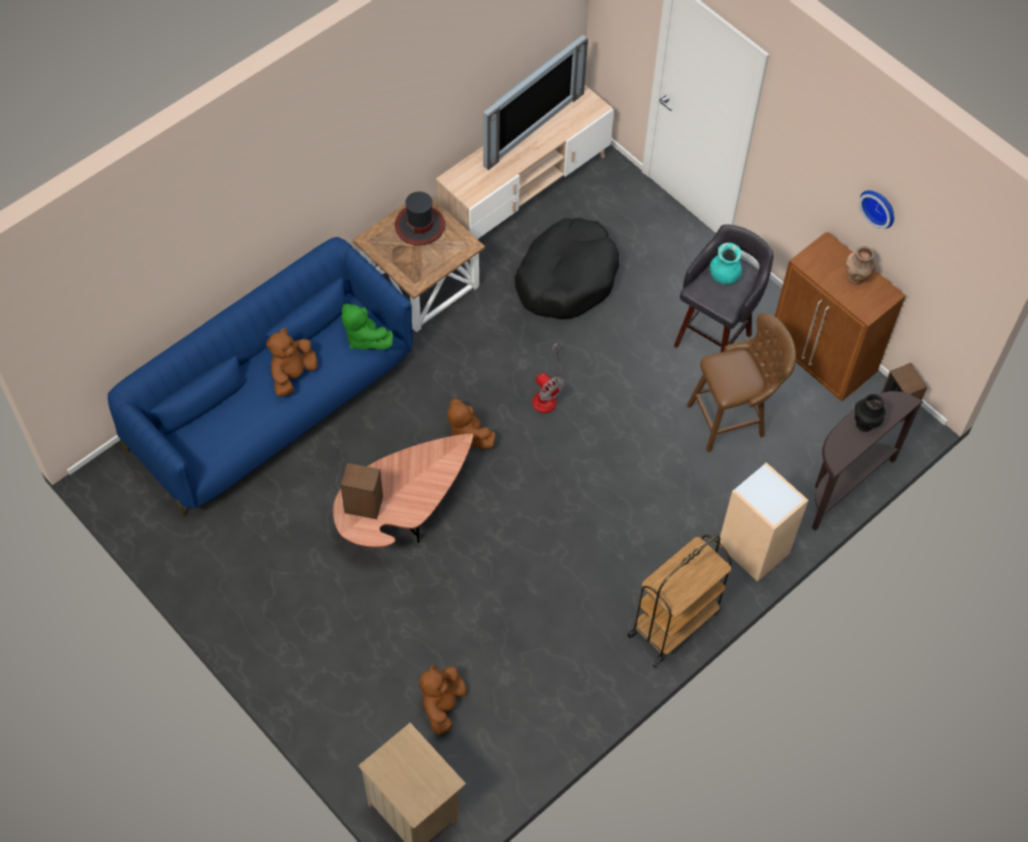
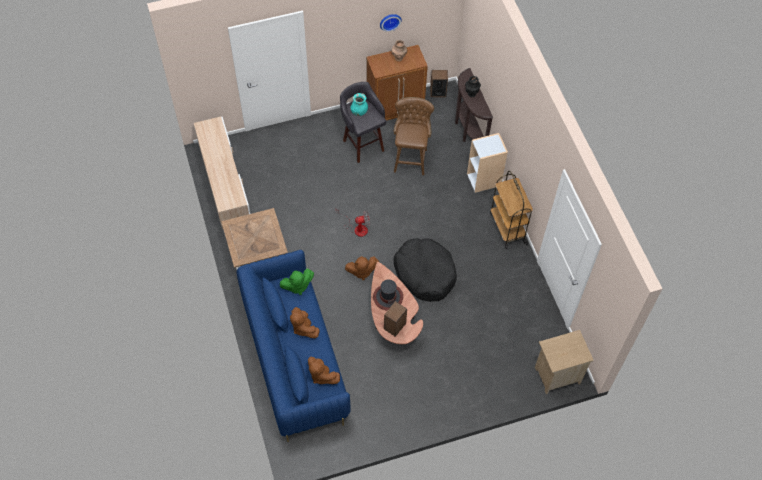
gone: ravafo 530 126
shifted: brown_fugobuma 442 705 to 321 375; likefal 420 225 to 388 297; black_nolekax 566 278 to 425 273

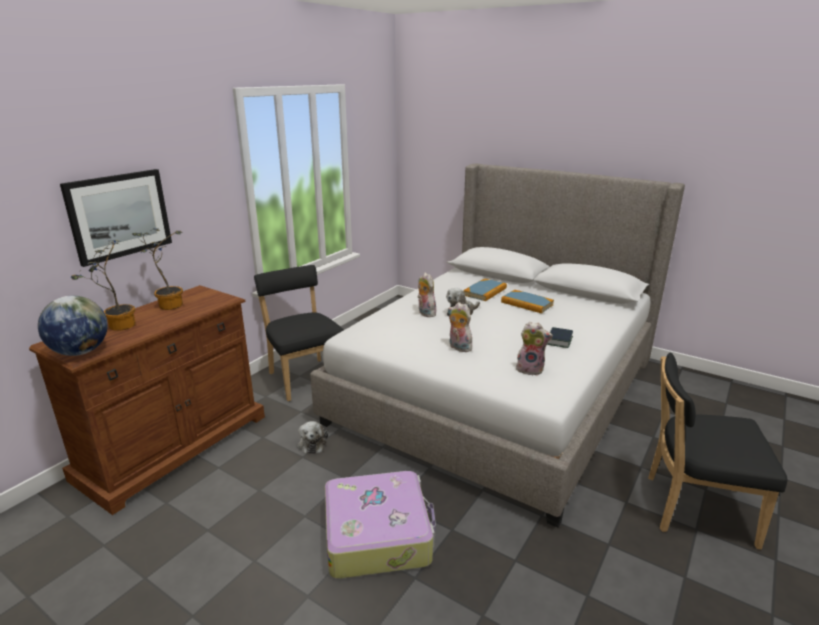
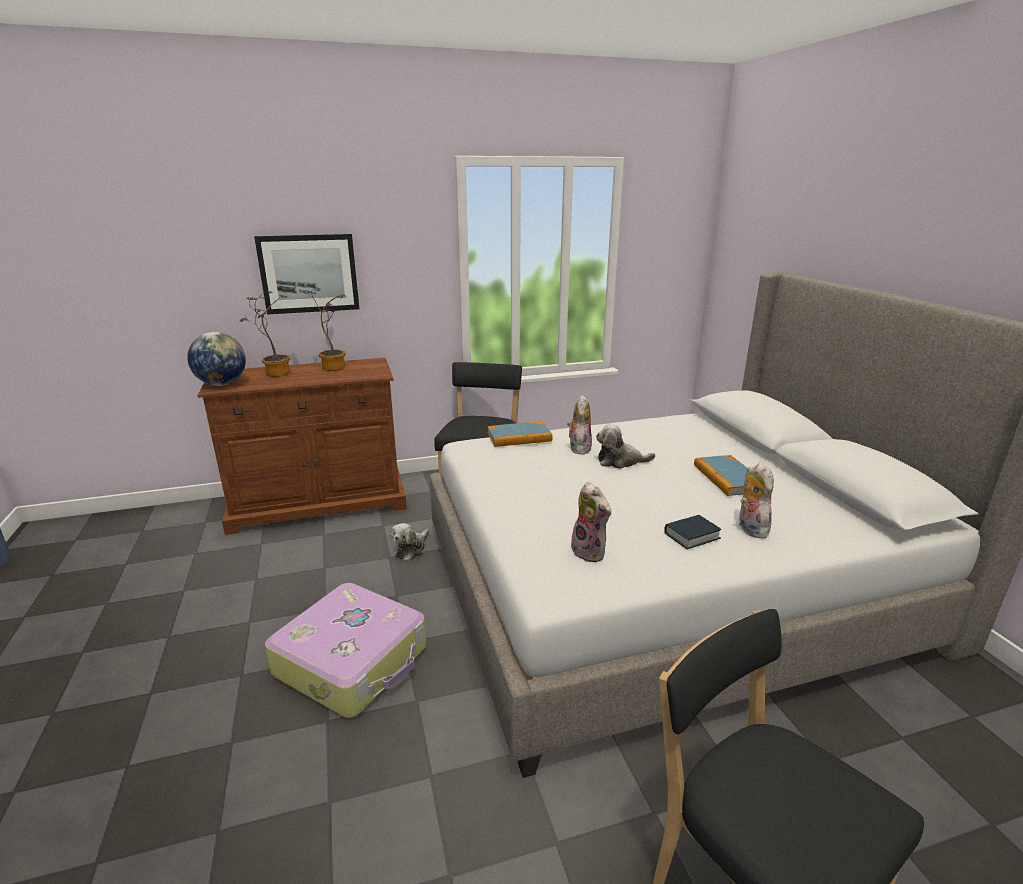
shifted: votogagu 485 292 to 519 437; fugobuma 458 347 to 749 528

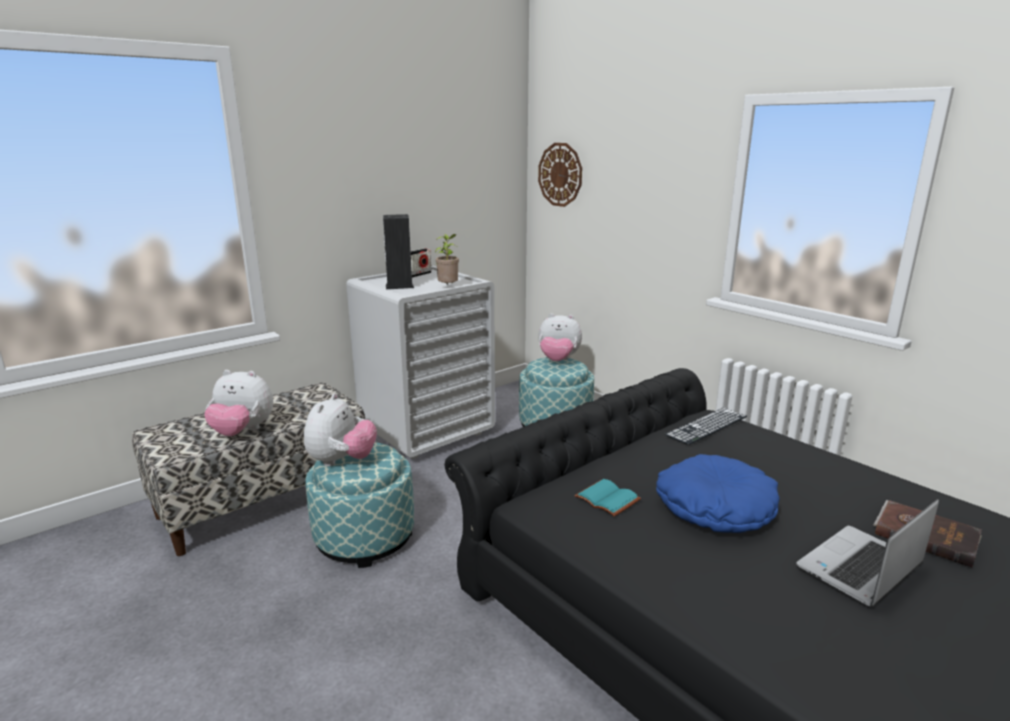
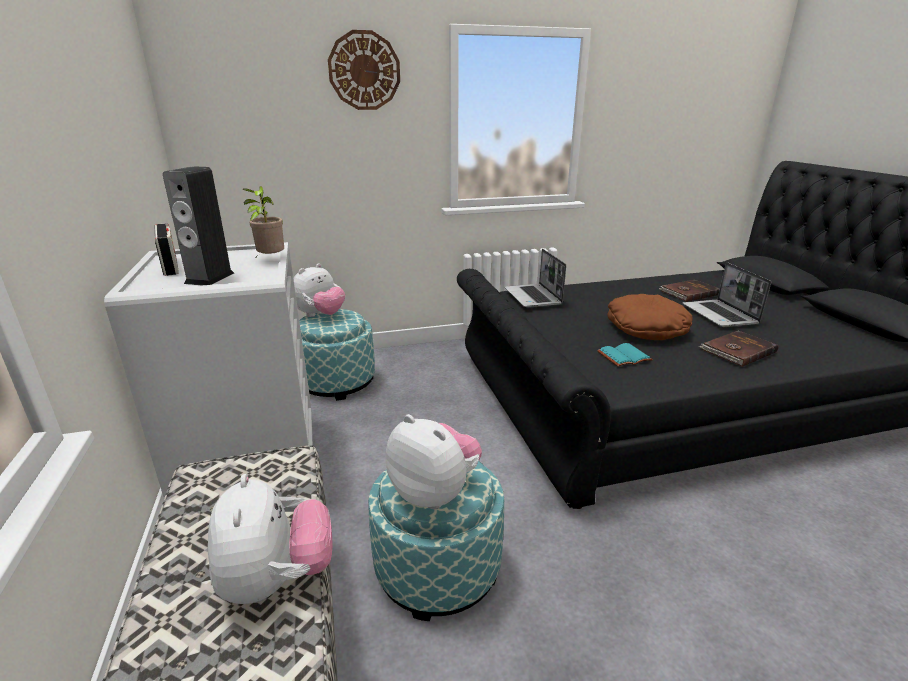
new: brown_votogagu 737 350
shifted: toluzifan 560 174 to 364 71
swapped: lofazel 707 425 to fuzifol 533 297
repainted: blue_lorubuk 716 509 to brown_lorubuk 647 329
rotated: fugobuma 242 432 = 277 580 45 degrees counterclockwise

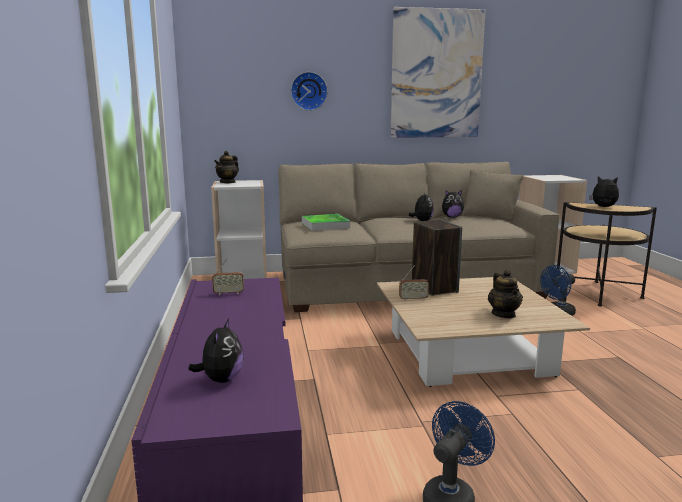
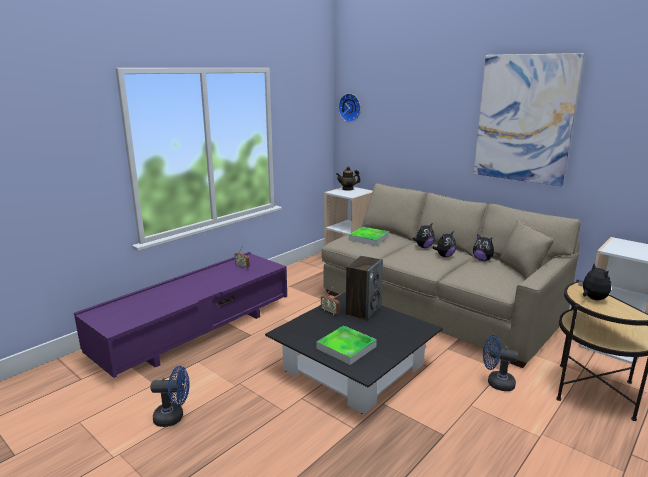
shifted: toluzifan 308 91 to 350 107; fugobuma 221 379 to 423 247
swapped: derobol 504 314 to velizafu 346 347
repainted: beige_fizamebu 468 352 to black_fizamebu 354 367

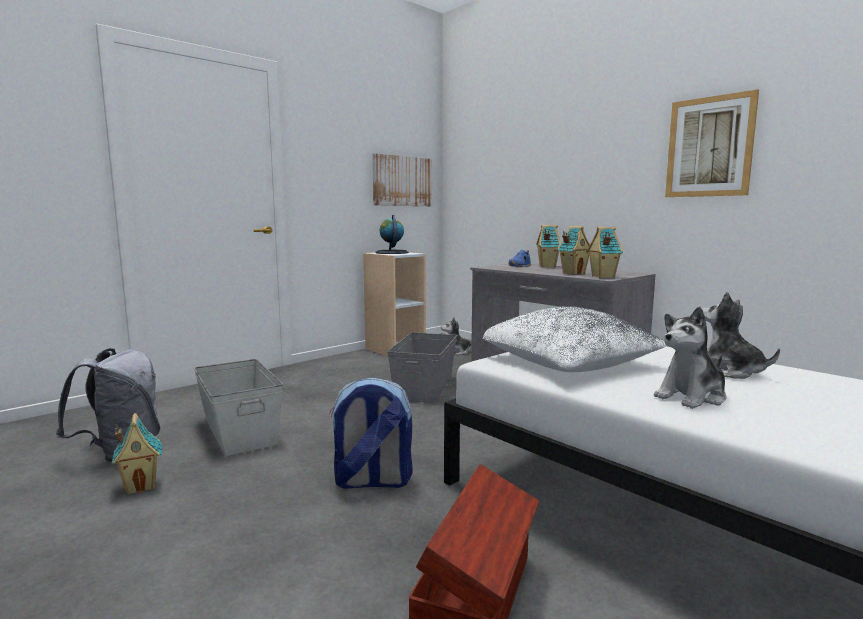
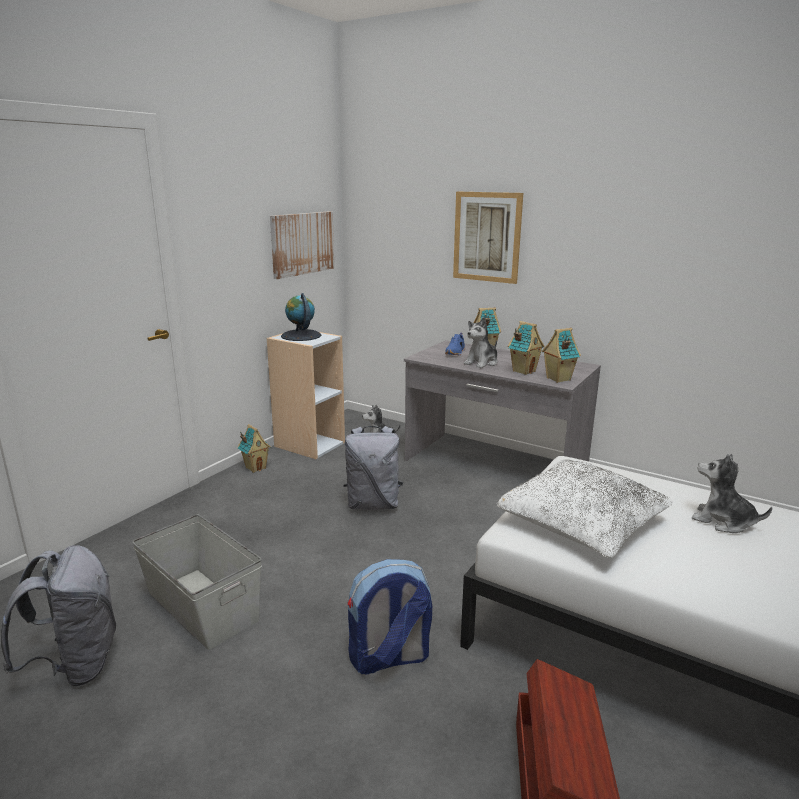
shifted: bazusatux 141 486 to 255 467; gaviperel 709 147 to 487 237; fugobuma 692 397 to 482 363
swapped: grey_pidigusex 425 387 to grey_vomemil 373 504

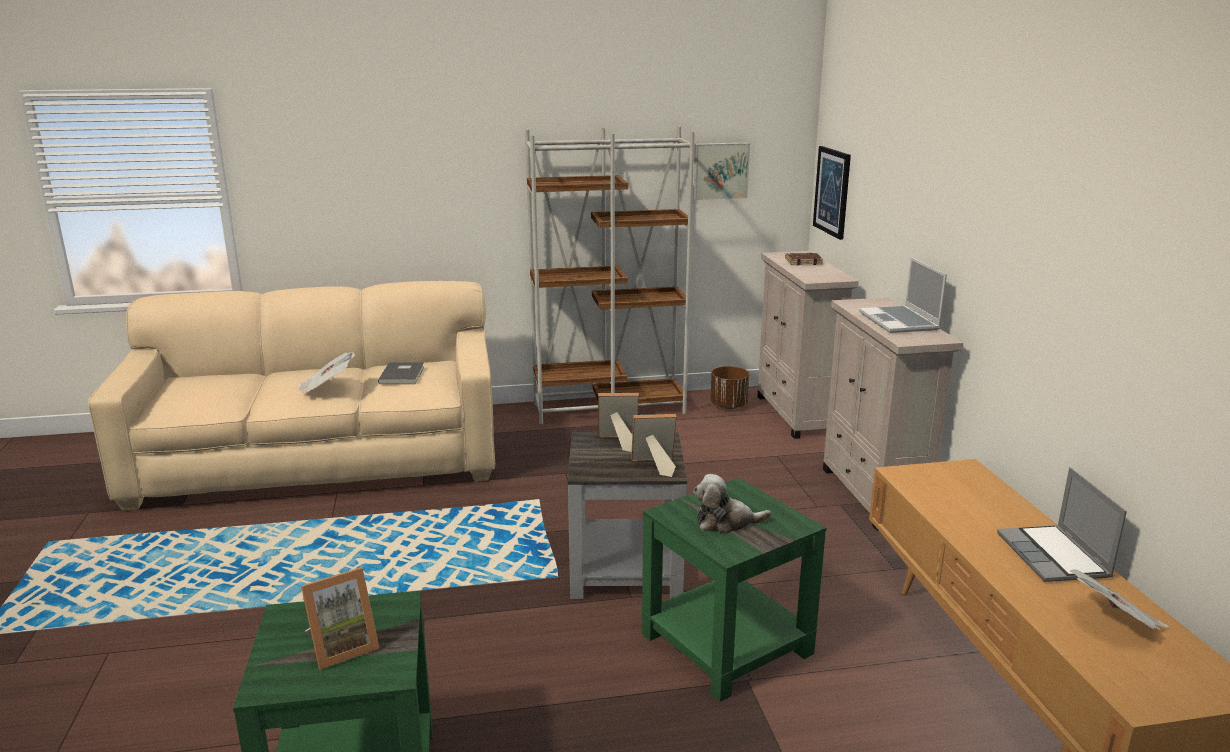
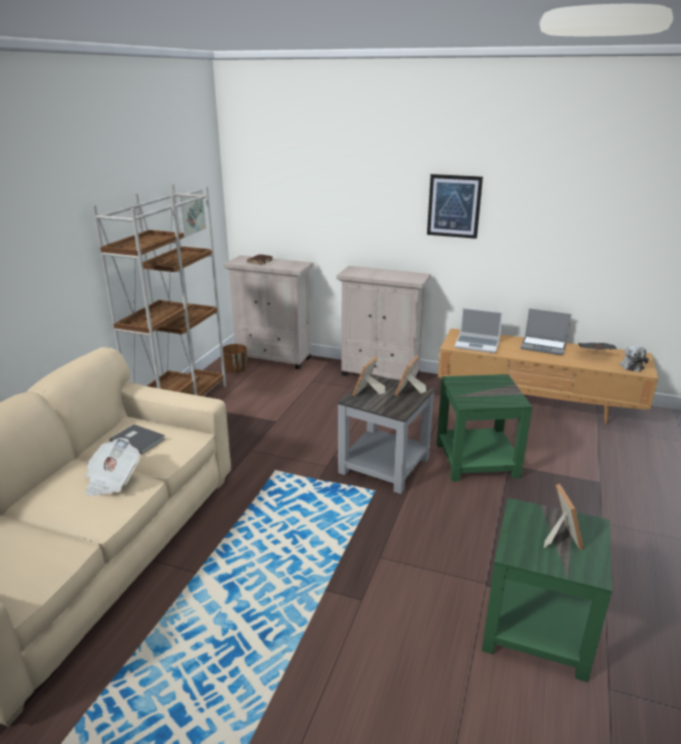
shifted: gaviperel 832 191 to 454 206; fuzifol 900 321 to 477 344; fugobuma 726 522 to 632 365

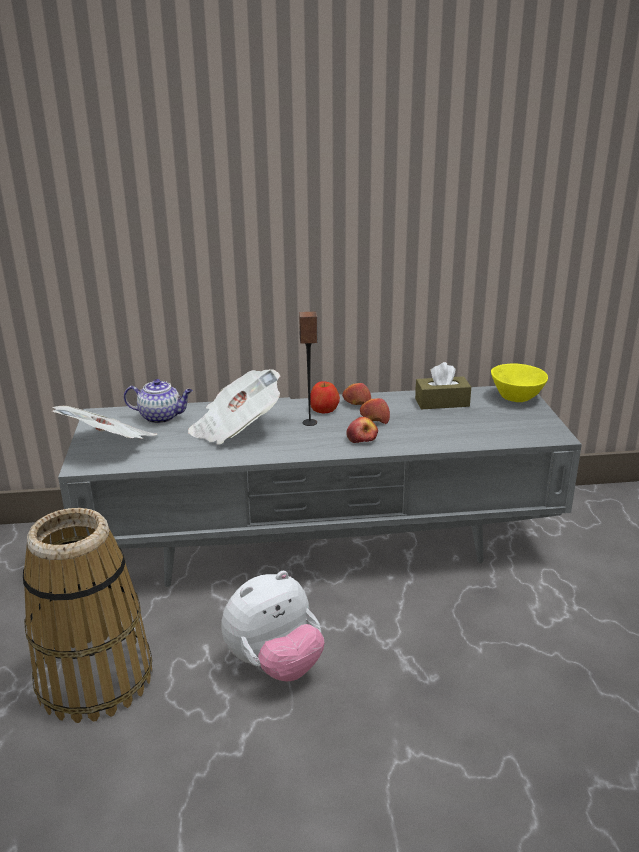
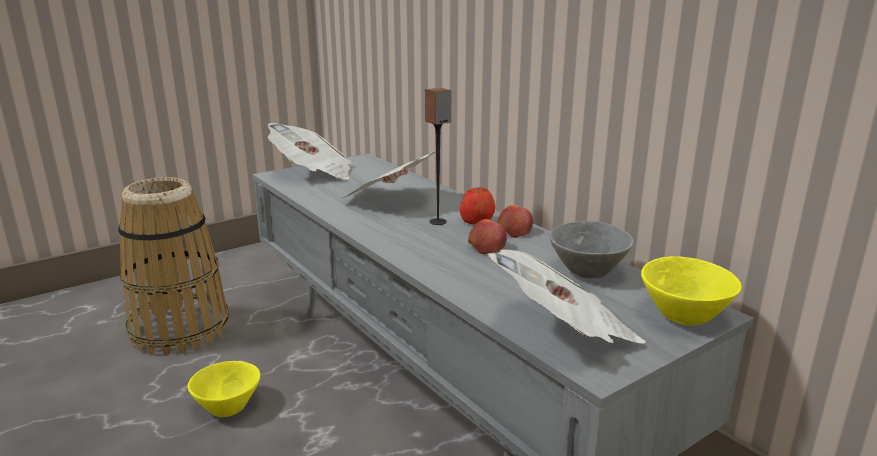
gone: derobol 161 417; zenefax 362 438
new: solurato 564 332
swapped: fugobuma 275 664 to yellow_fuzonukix 230 406; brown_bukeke 442 402 to grey_fuzonukix 585 271

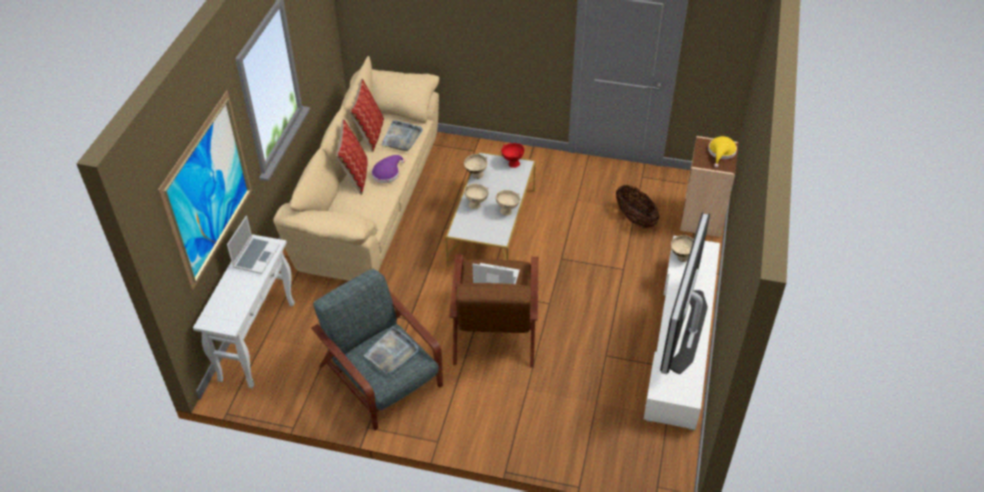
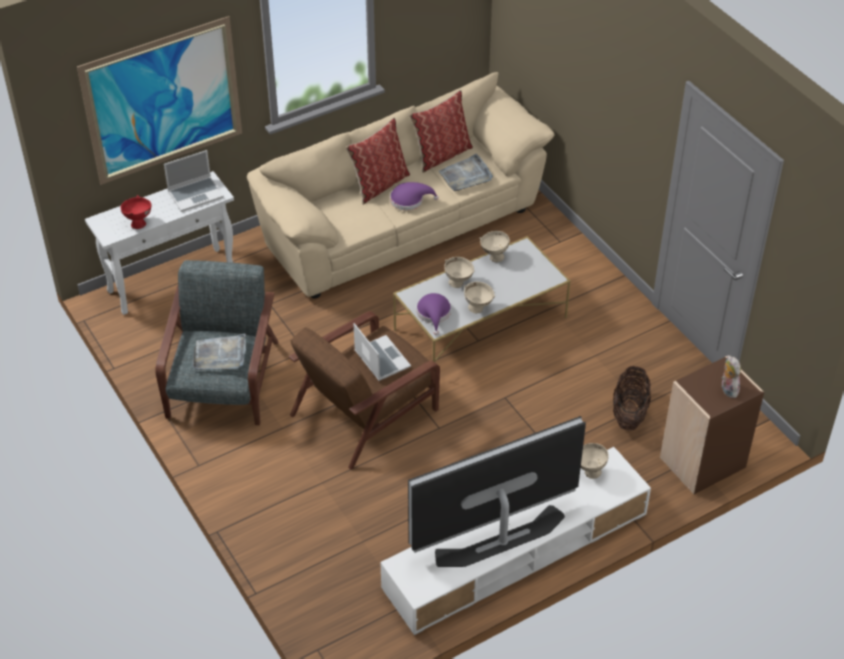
new: purple_likefal 434 314
shifted: red_fuzonukix 512 163 to 139 222
swapped: yellow_likefal 721 153 to fugobuma 727 389

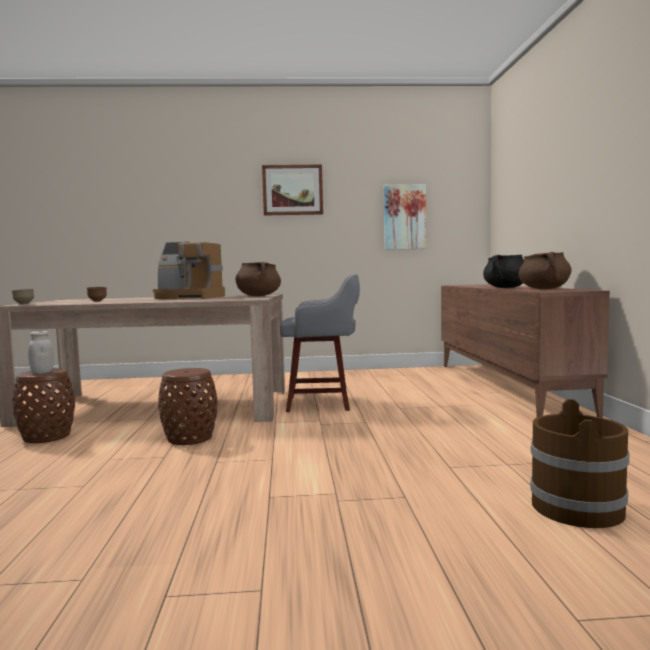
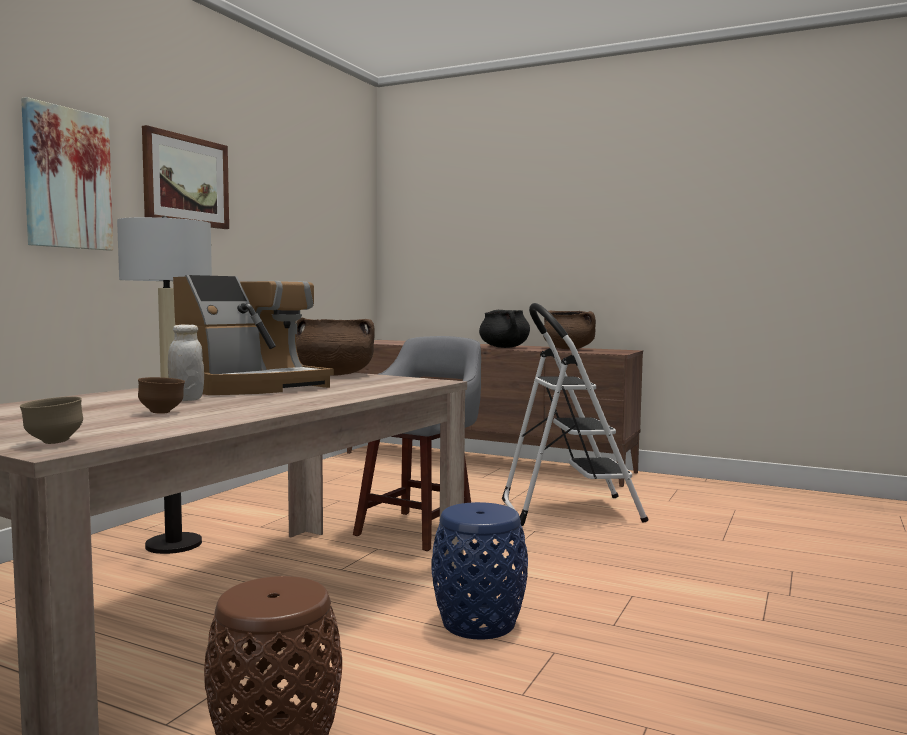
gone: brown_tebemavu 576 507
new: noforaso 174 544; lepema 566 510
shifted: gaviperel 404 217 to 67 179; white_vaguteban 42 372 to 186 399
repainted: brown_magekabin 189 438 to blue_magekabin 478 623

